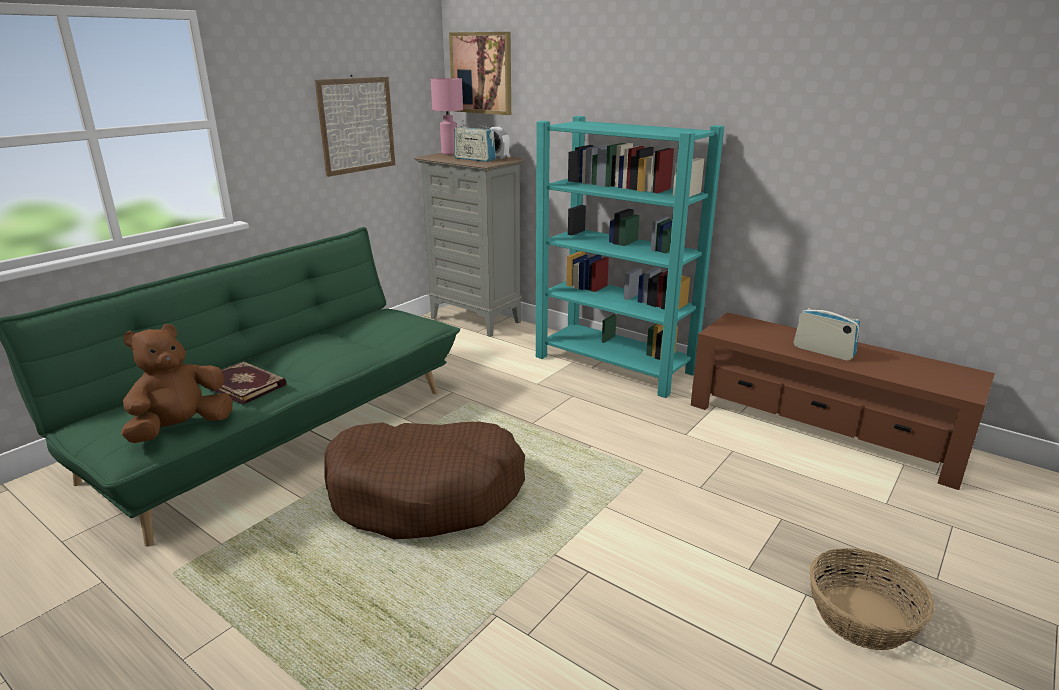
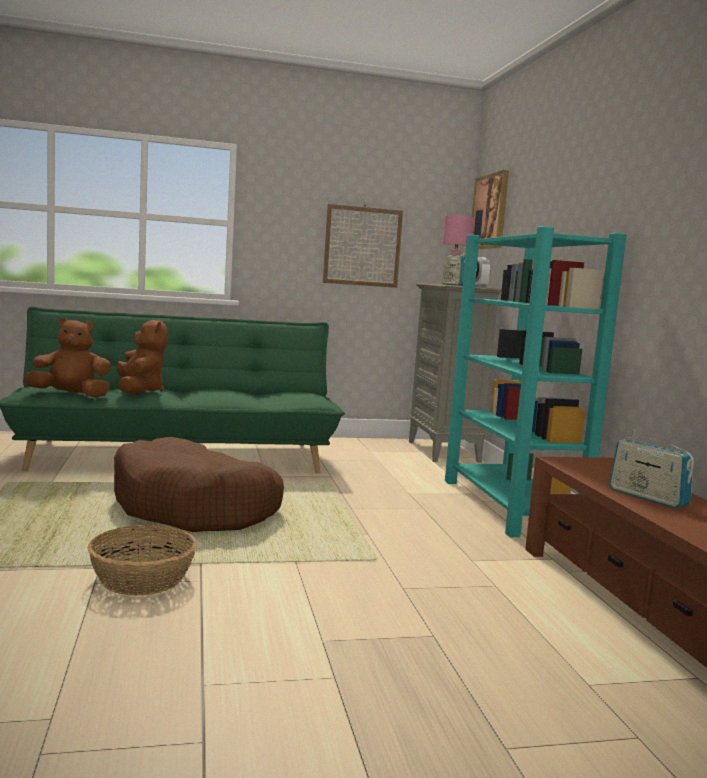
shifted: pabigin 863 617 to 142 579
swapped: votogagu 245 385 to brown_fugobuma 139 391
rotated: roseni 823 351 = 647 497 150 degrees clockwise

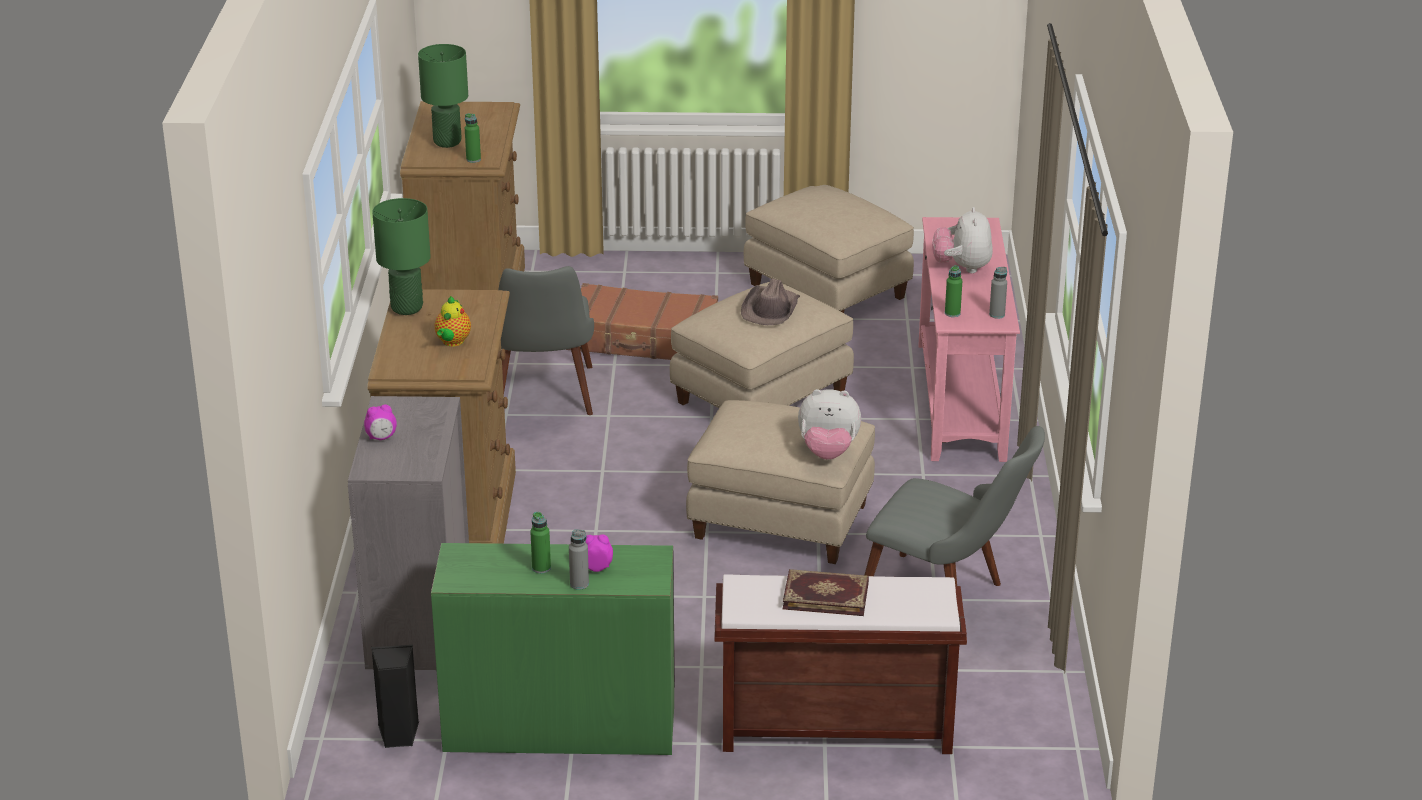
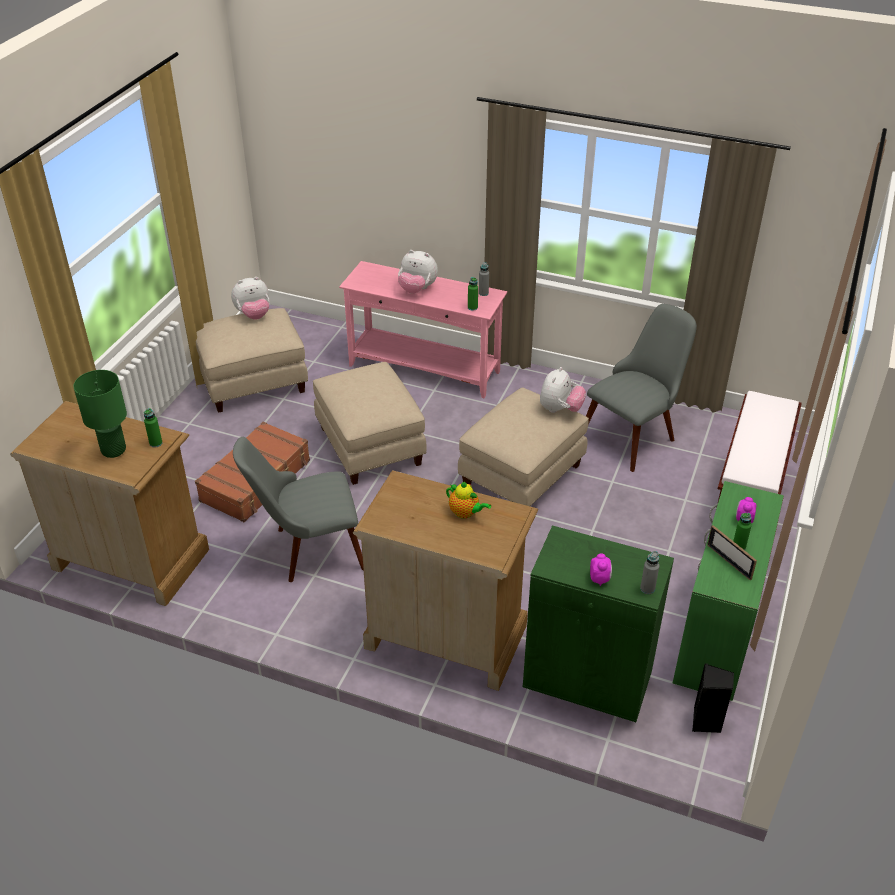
gone: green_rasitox 407 310; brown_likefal 770 309; votogagu 826 595
new: fugobuma 253 315; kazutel 729 562
shifted: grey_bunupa 579 584 to 647 589
repainted: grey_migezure 419 632 to green_migezure 584 685
rotated: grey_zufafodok 543 400 = 307 551 150 degrees clockwise

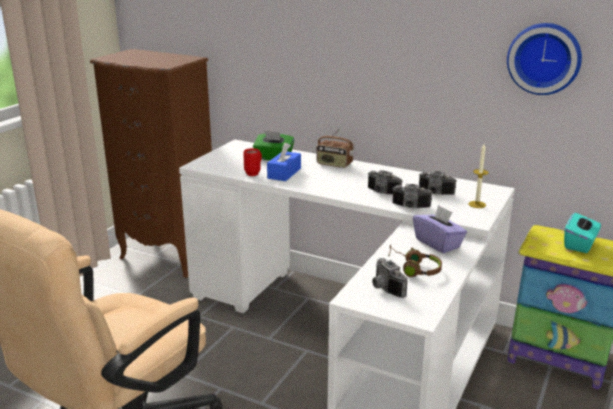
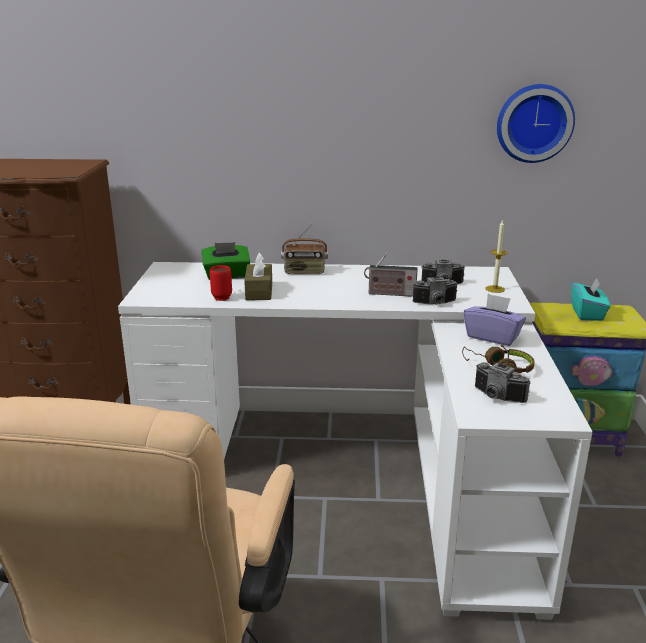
swapped: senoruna 381 193 to roseni 389 294
repainted: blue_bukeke 284 173 to brown_bukeke 259 291

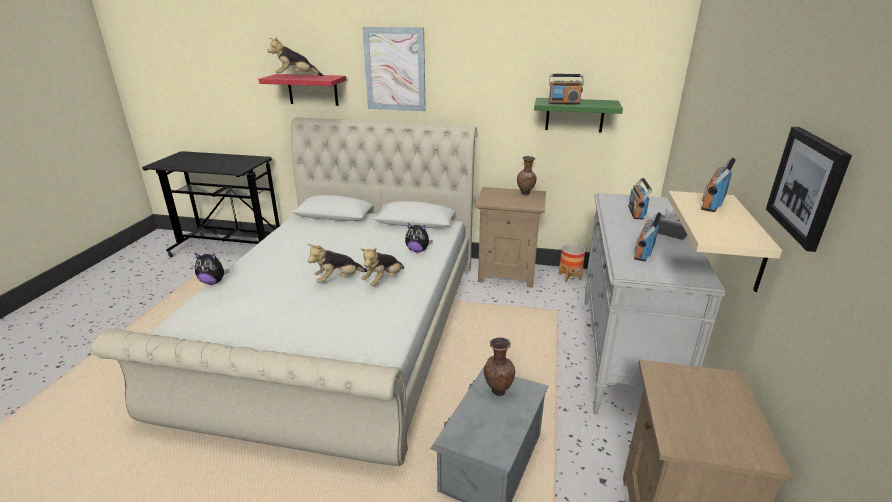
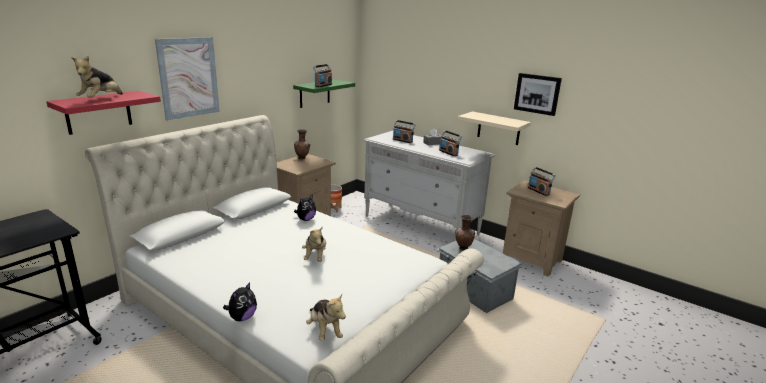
shifted: fugobuma 383 280 to 325 330; roseni 712 204 to 538 191

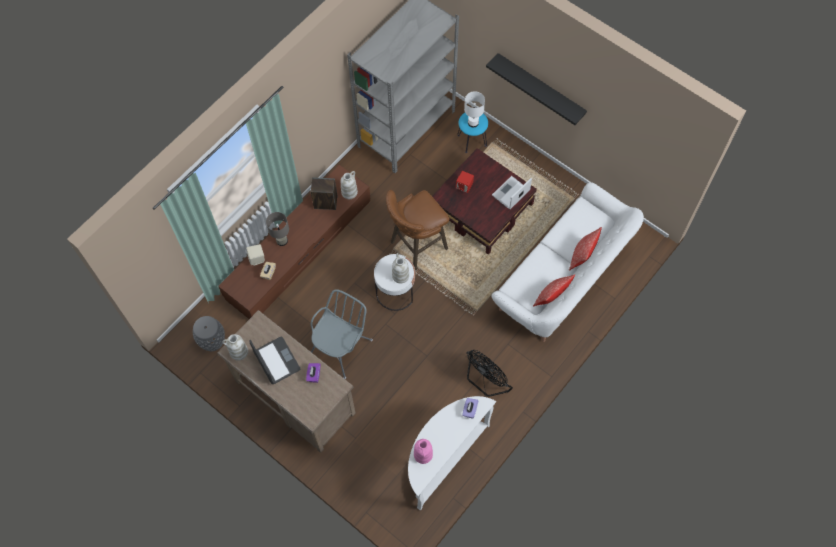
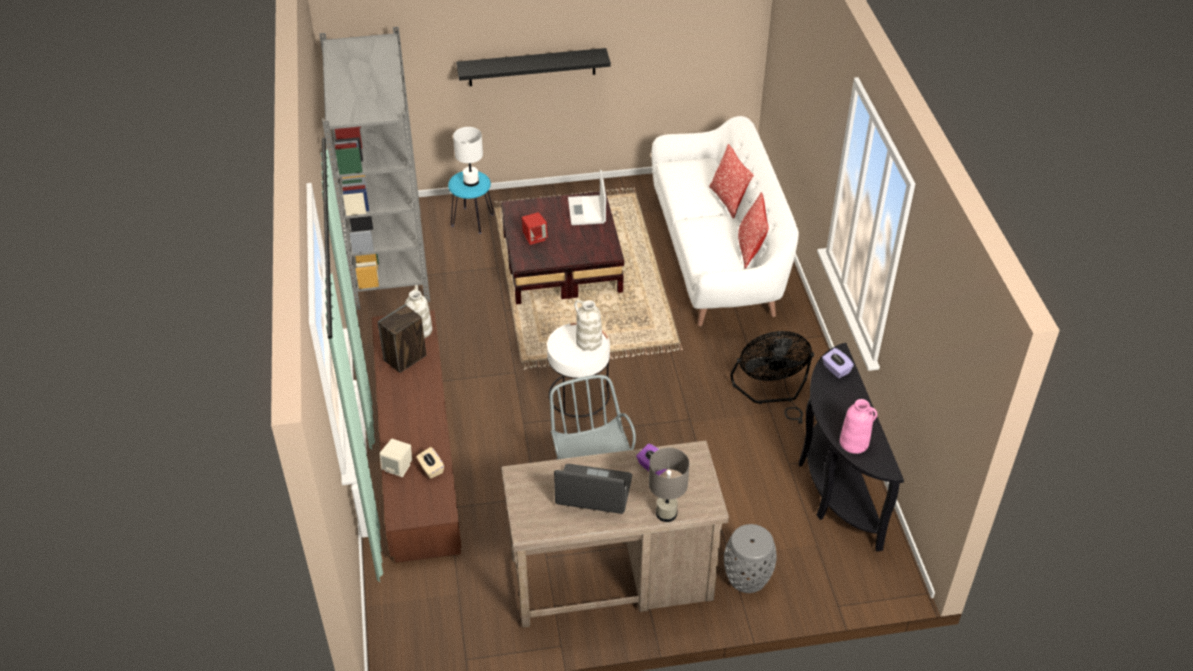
gone: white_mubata 238 352; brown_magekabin 417 247
shifted: grey_rasitox 282 240 to 666 513; grey_magekabin 212 340 to 747 577
repainted: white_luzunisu 443 458 to black_luzunisu 834 486

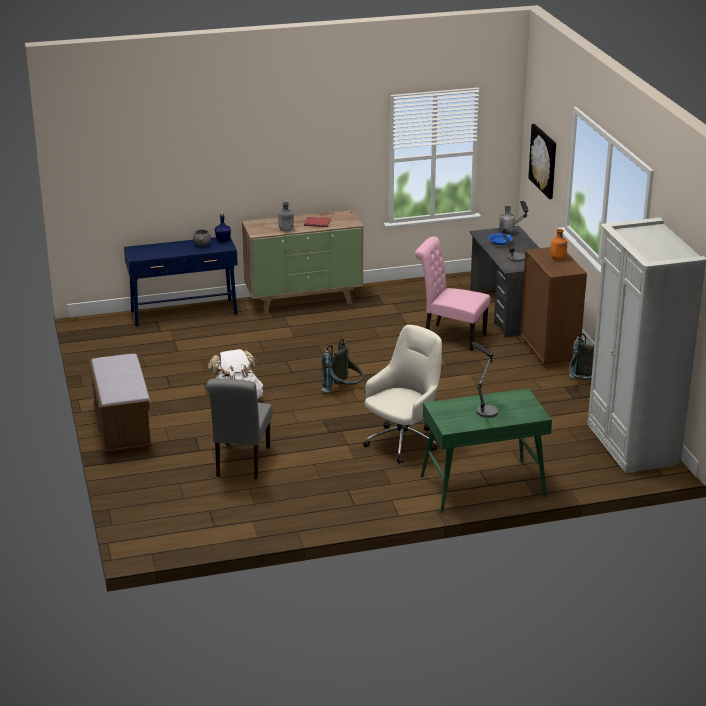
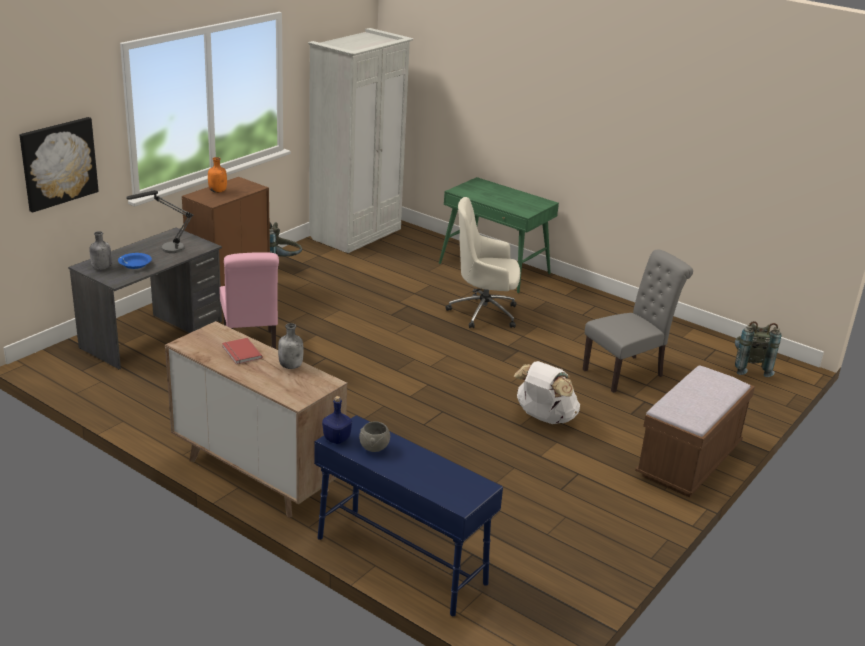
gone: rasitox 484 408
shifted: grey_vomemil 344 391 to 749 367

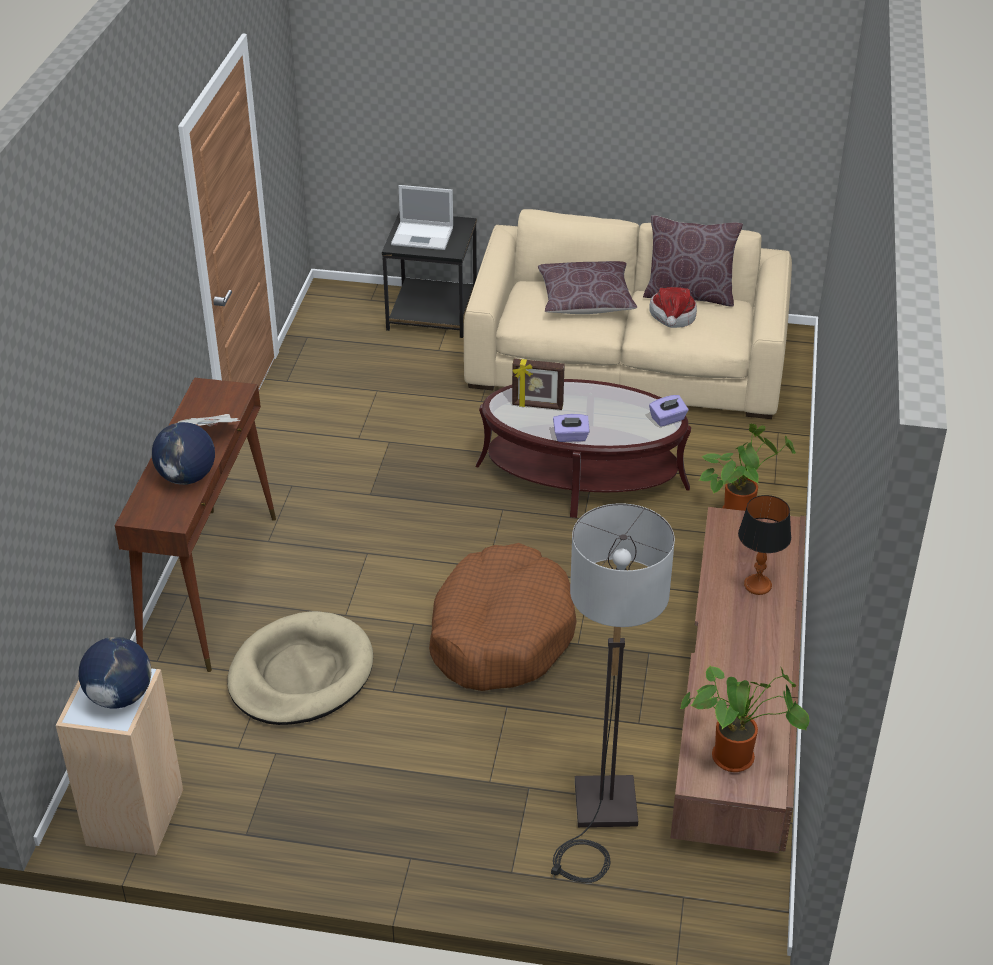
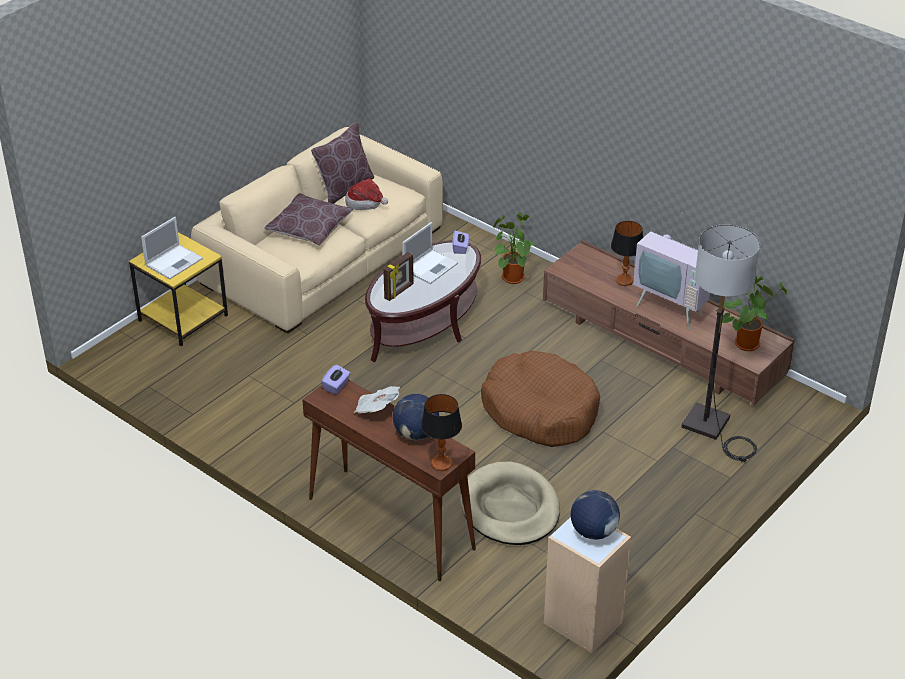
new: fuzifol 431 266; rasitox 441 464; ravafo 672 308
shifted: purple_bukeke 571 437 to 336 386
repainted: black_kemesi 433 312 to yellow_kemesi 183 317

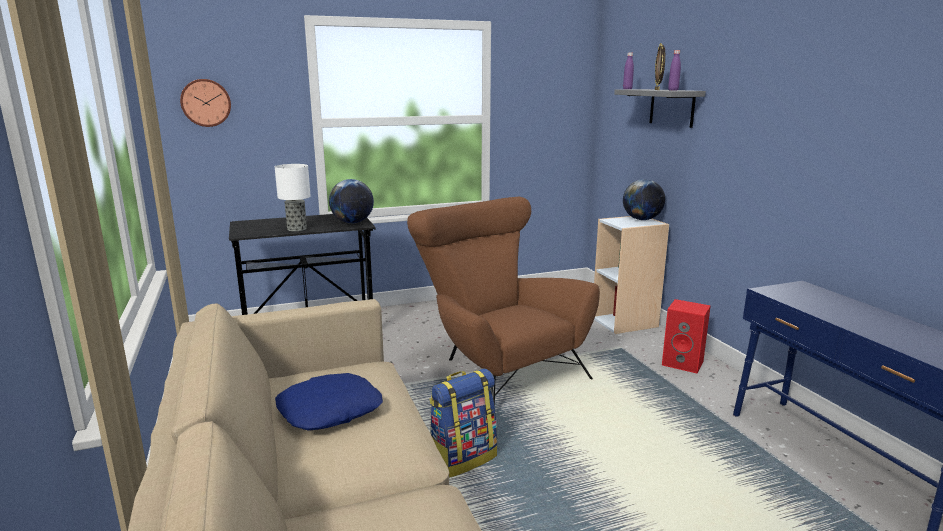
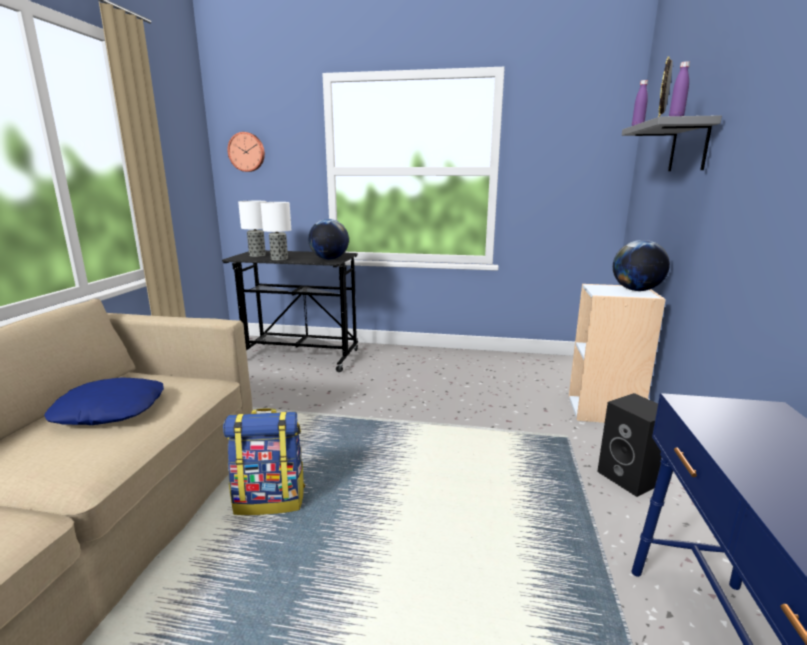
gone: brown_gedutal 498 370
new: rasitox 257 255
repainted: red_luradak 683 363 to black_luradak 631 478

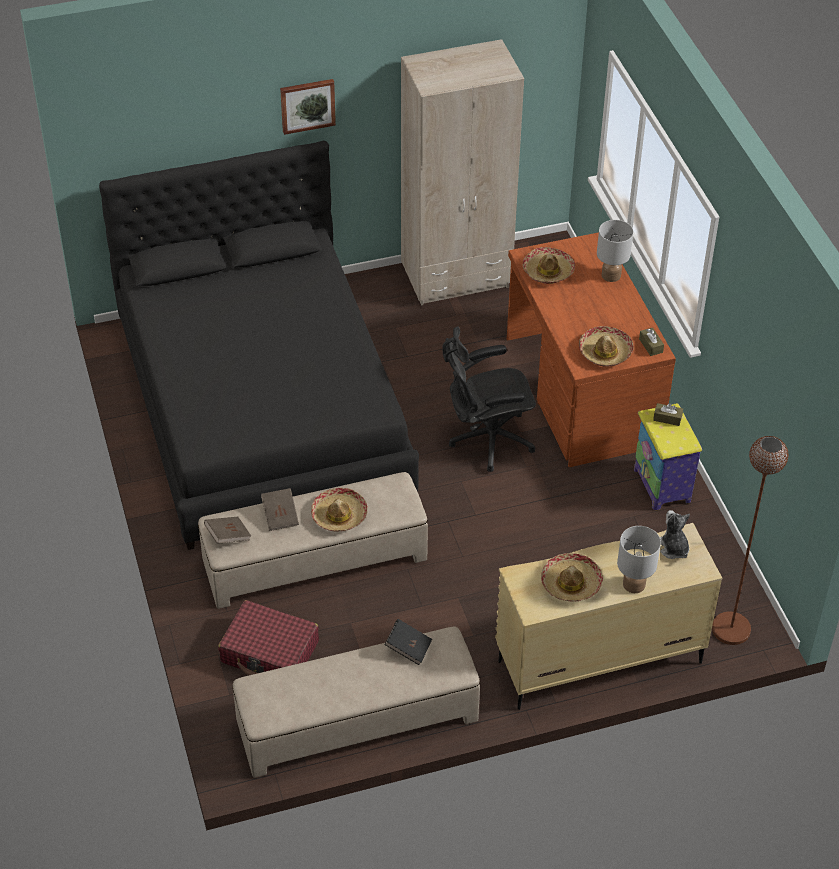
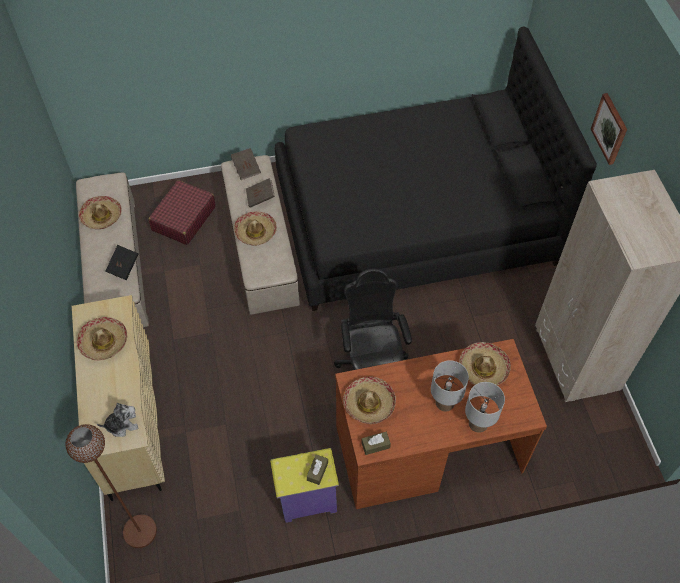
new: likefal 102 216
shifted: grey_rasitox 634 585 to 444 403

